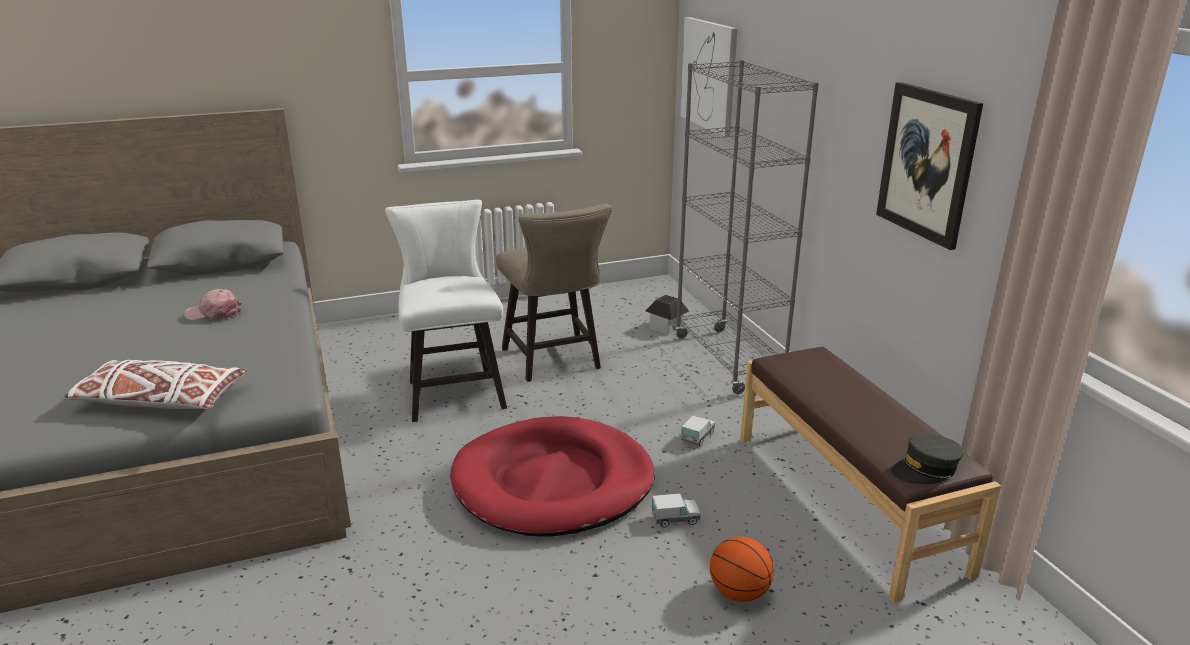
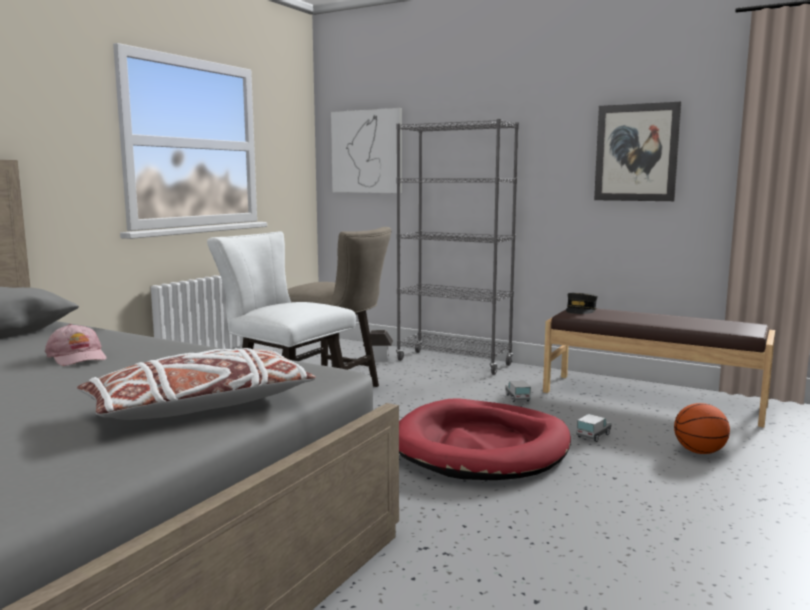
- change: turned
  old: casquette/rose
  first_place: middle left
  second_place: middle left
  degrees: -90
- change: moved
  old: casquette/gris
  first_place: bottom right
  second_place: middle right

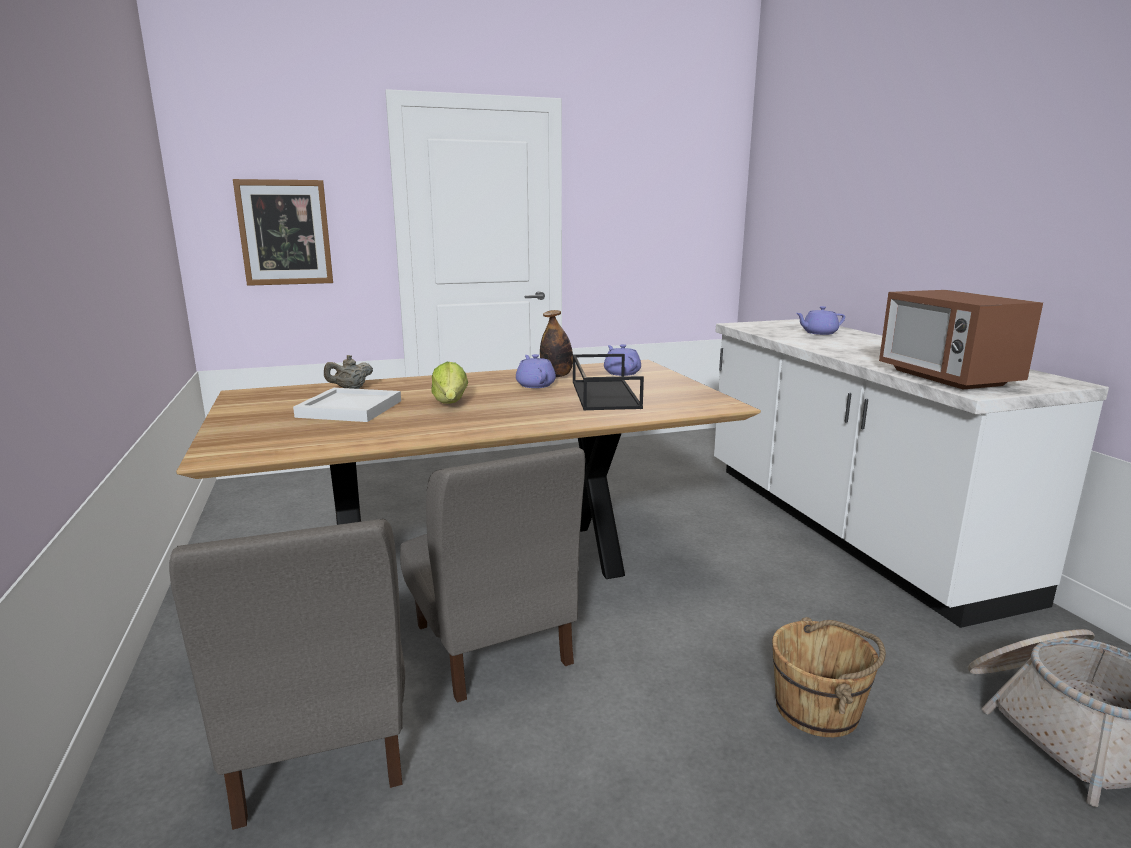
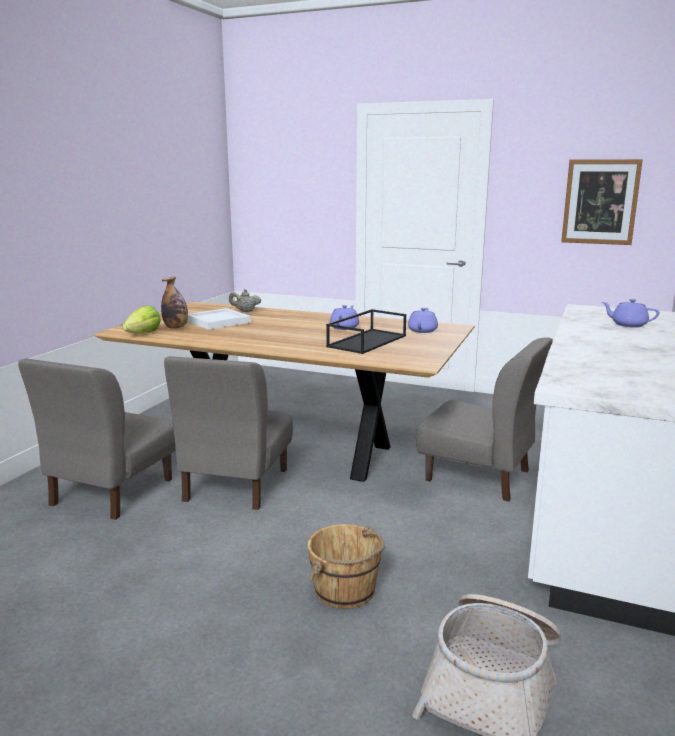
- change: moved
  old: tableau
  first_place: top left
  second_place: top right
- change: moved
  old: laitue
  first_place: centre
  second_place: middle left
- change: moved
  old: bouteille
  first_place: centre
  second_place: middle left
- change: removed
  old: micro-ondes
  first_place: middle right
- change: added
  new: chaise/gris (3rd from left)
  second_place: middle right

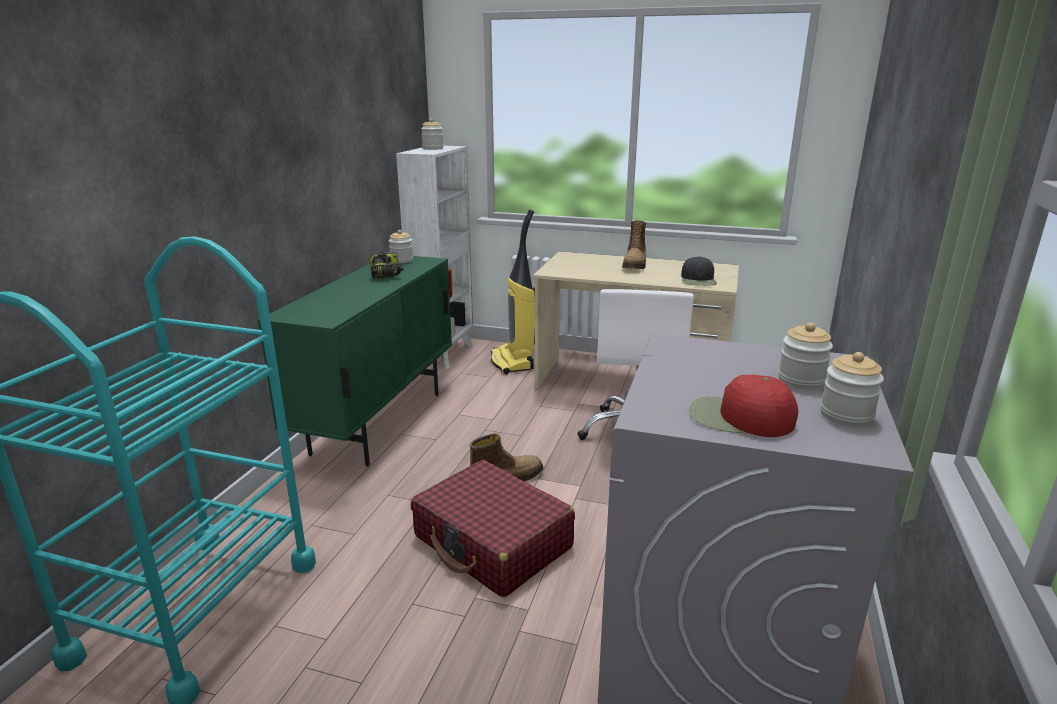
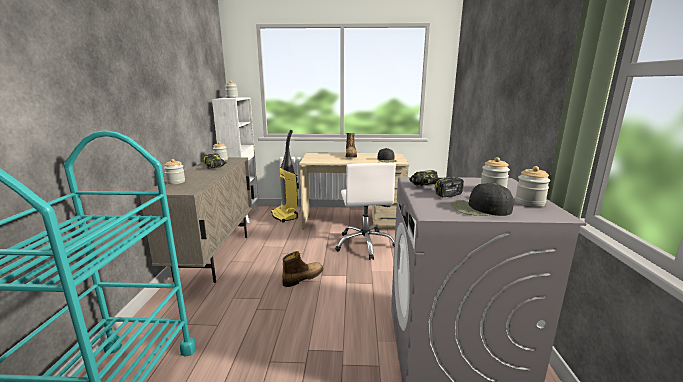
- change: recoloured
  old: meuble de rangement/vert
  new: meuble de rangement/beige
  first_place: centre
  second_place: middle left
- change: removed
  old: valise/rouge
  first_place: bottom centre
- change: recoloured
  old: casquette/rouge
  new: casquette/noir (2nd from left)
  first_place: middle right
  second_place: middle right
- change: added
  new: bocal (1st from left)
  second_place: middle left
- change: added
  new: perceuse (2nd from left)
  second_place: centre

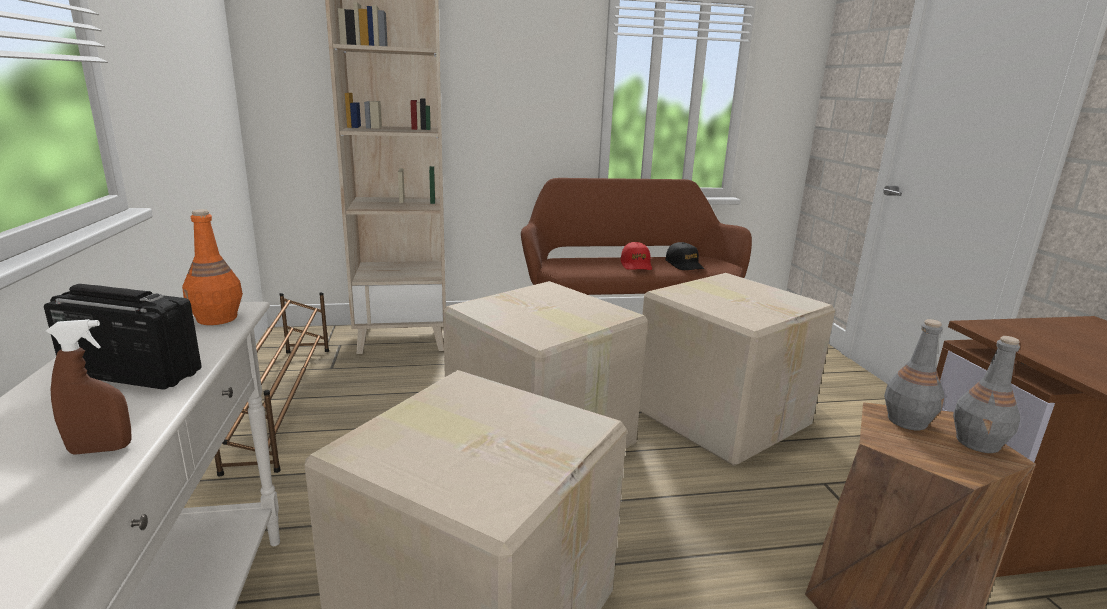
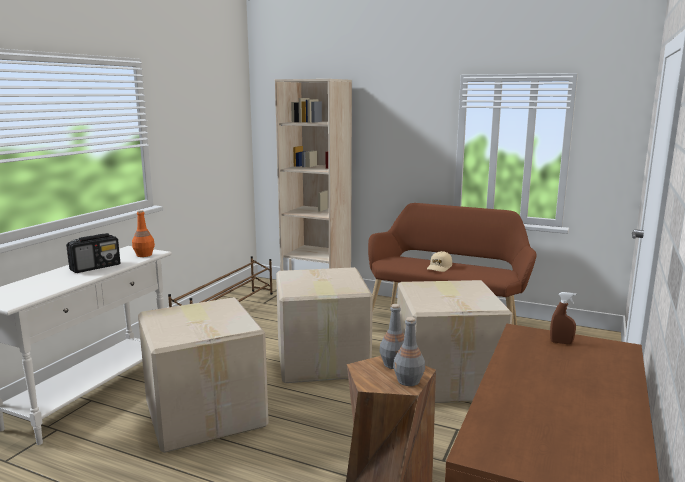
- change: turned
  old: radio
  first_place: middle left
  second_place: middle left
  degrees: 90
- change: moved
  old: vaporisateur/marron
  first_place: middle left
  second_place: middle right
- change: recoloured
  old: casquette/rouge
  new: casquette/beige
  first_place: centre
  second_place: centre
- change: removed
  old: casquette/noir
  first_place: centre

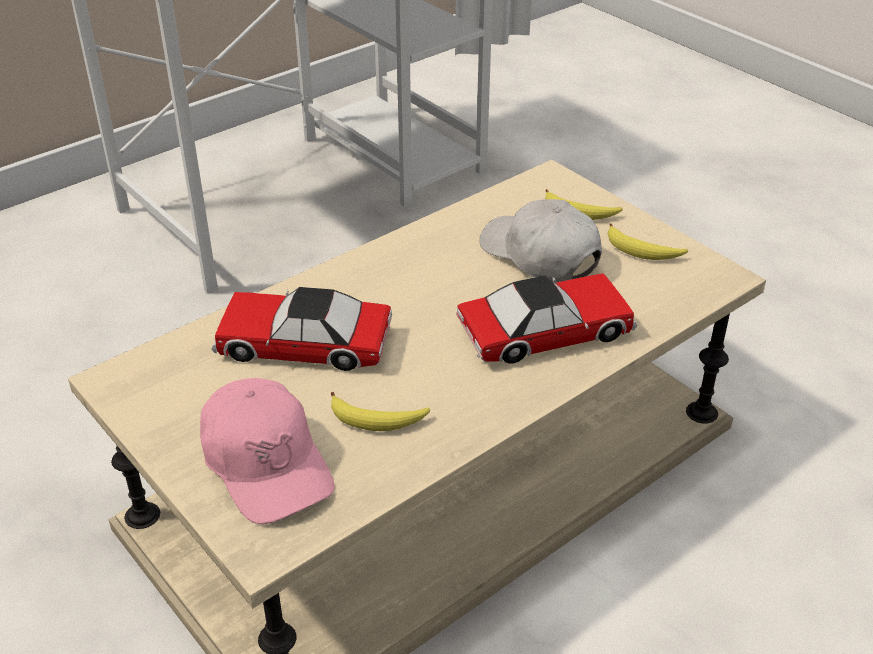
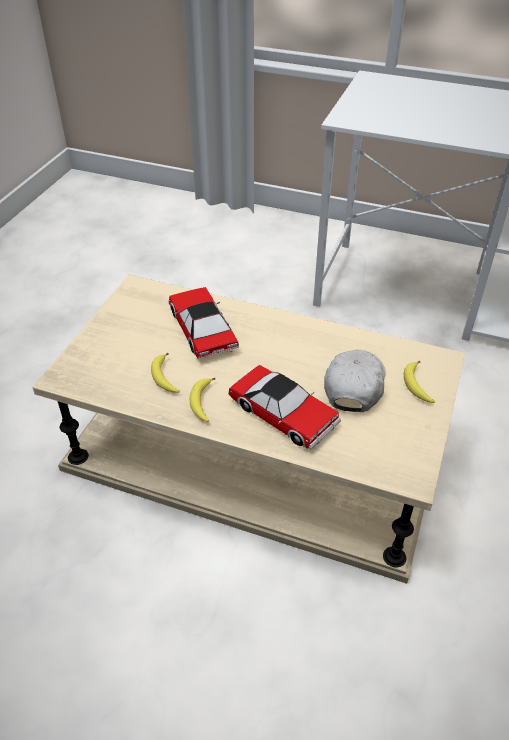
- change: removed
  old: casquette/rose
  first_place: bottom left
- change: moved
  old: banane (3rd from left in the first image)
  new: banane (2nd from left)
  first_place: middle right
  second_place: centre

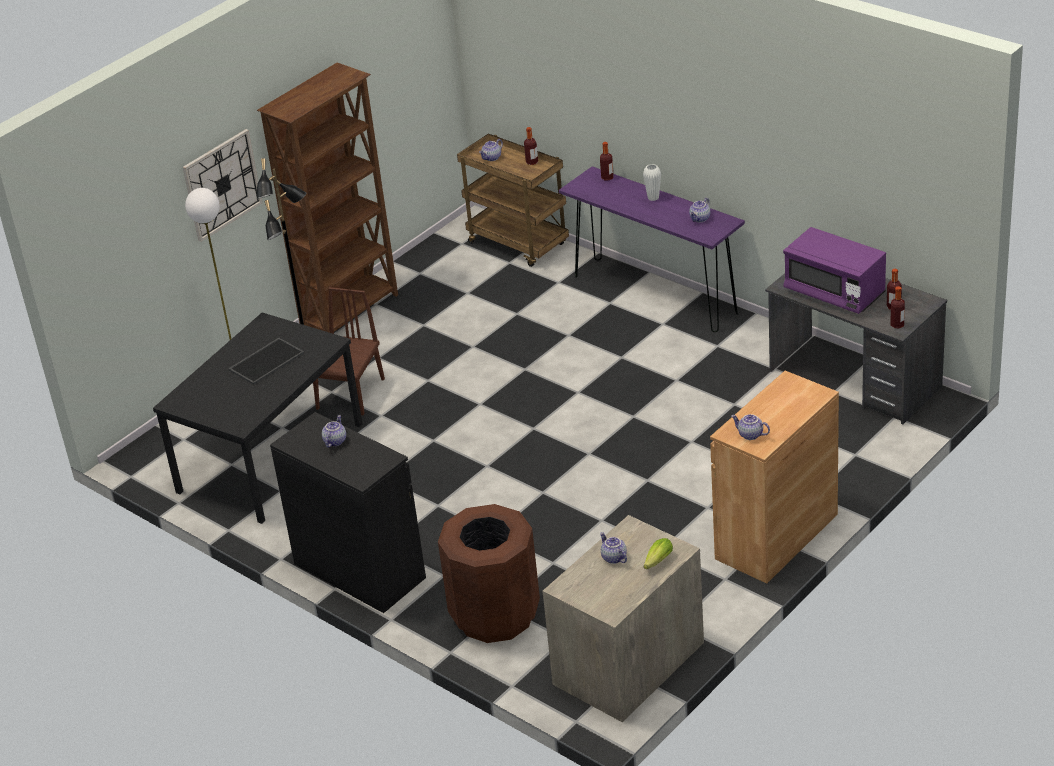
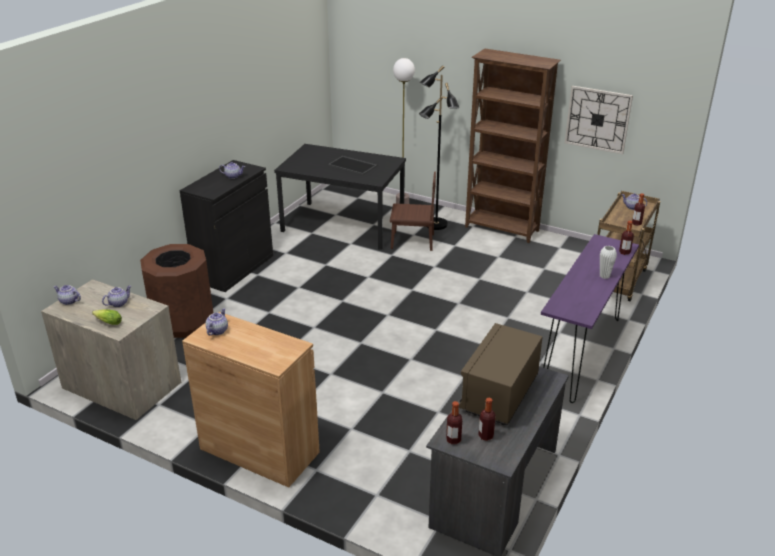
- change: moved
  old: horloge murale
  first_place: top left
  second_place: top right
- change: moved
  old: théière (4th from left in the first image)
  new: théière (1st from left)
  first_place: top centre
  second_place: middle left
- change: recoloured
  old: micro-ondes/violet
  new: micro-ondes/marron
  first_place: middle right
  second_place: bottom centre

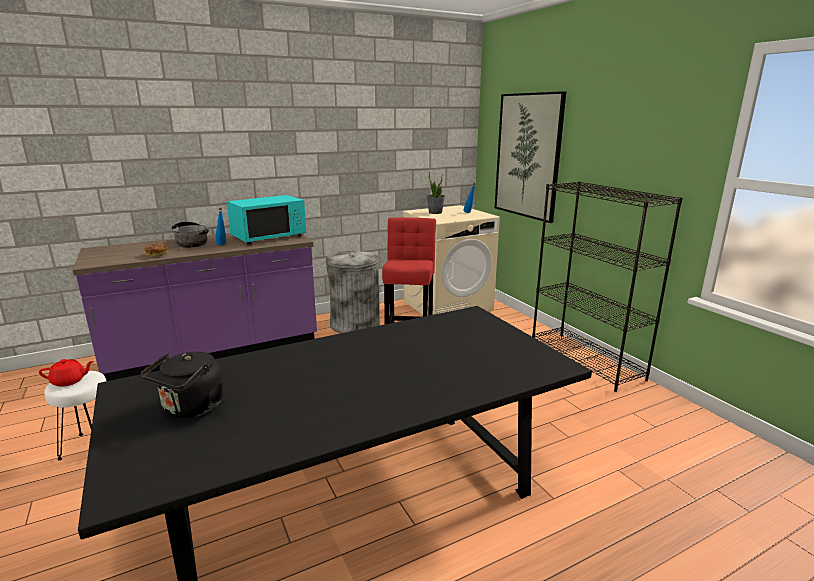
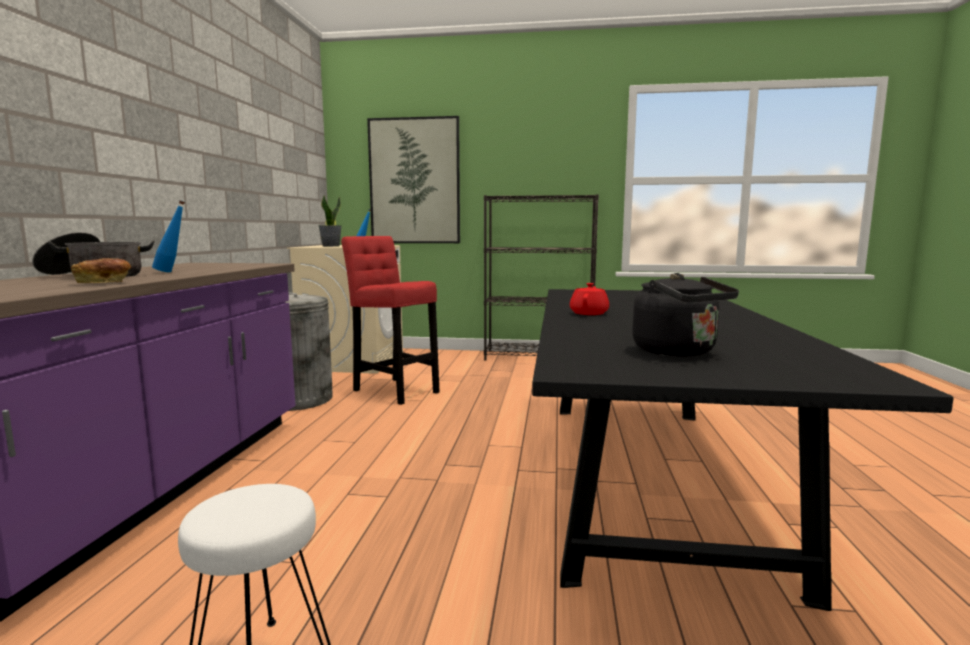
- change: moved
  old: théière/rouge
  first_place: middle left
  second_place: centre
- change: removed
  old: micro-ondes/turquoise
  first_place: middle left

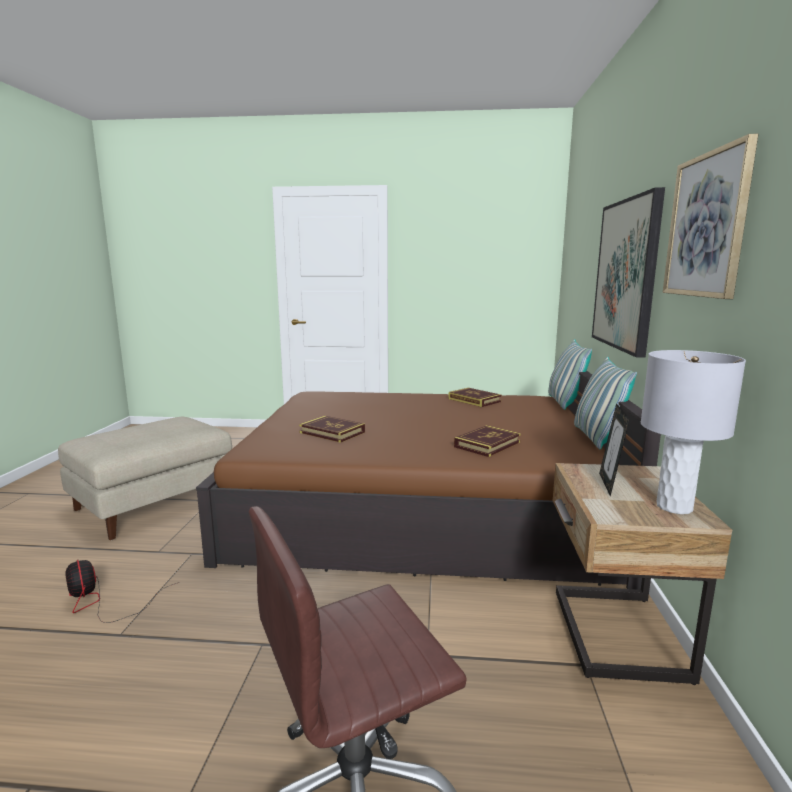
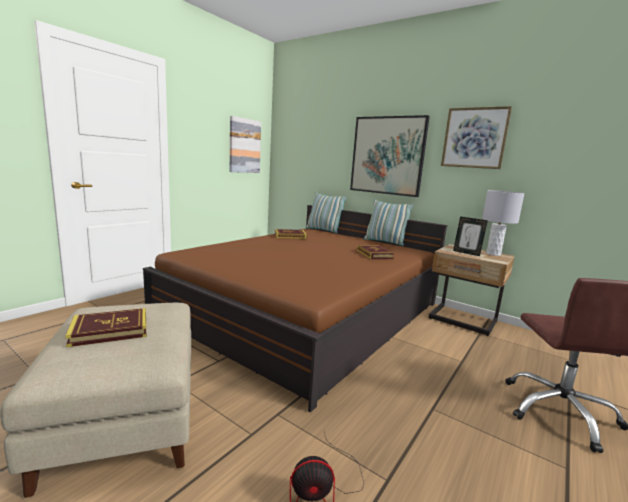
- change: moved
  old: livre (1st from left)
  first_place: centre
  second_place: middle left
- change: added
  new: tableau (1st from left)
  second_place: top centre

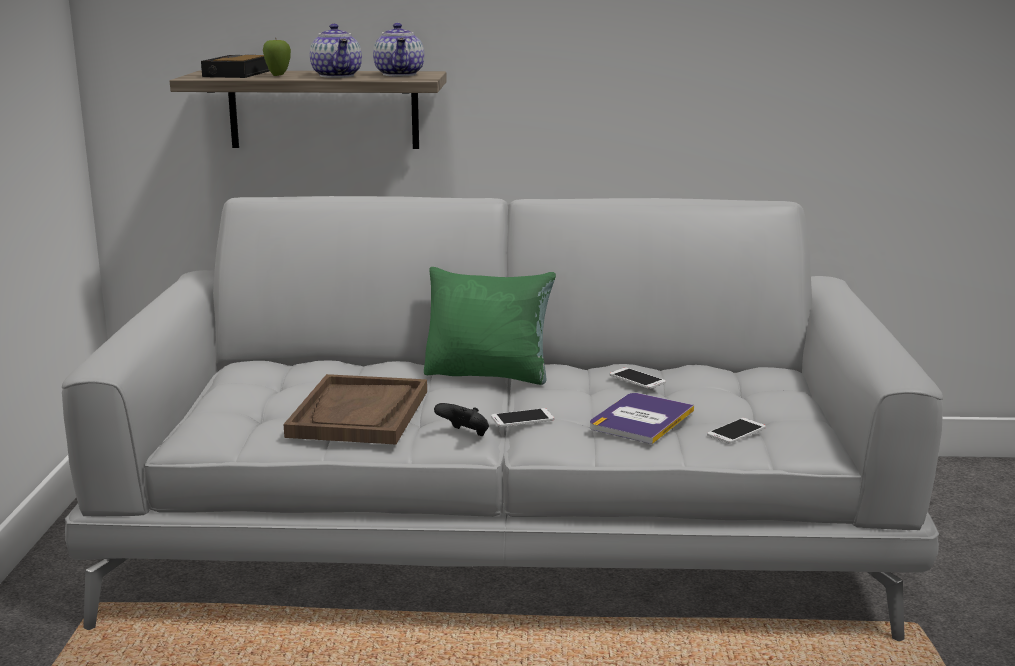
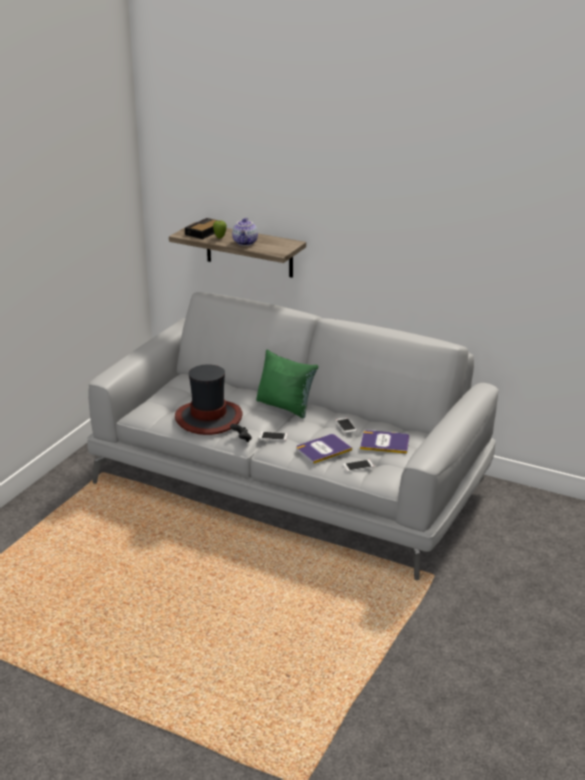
- change: replaced
  old: plateau/marron
  new: chapeau
  first_place: centre
  second_place: centre
- change: removed
  old: théière (2nd from left)
  first_place: top centre
- change: added
  new: livre (2nd from left)
  second_place: centre

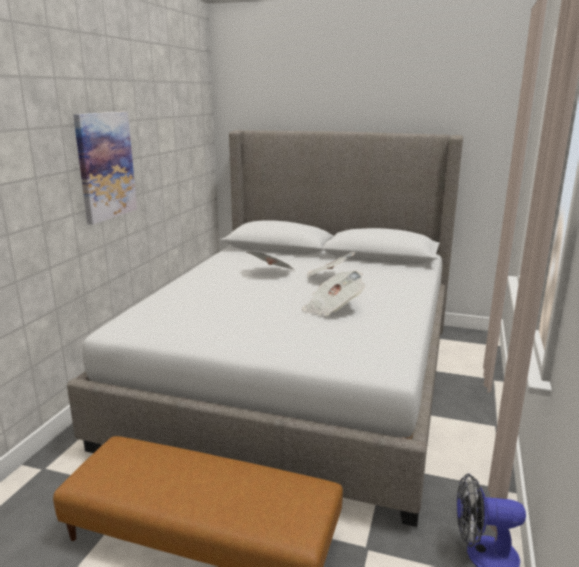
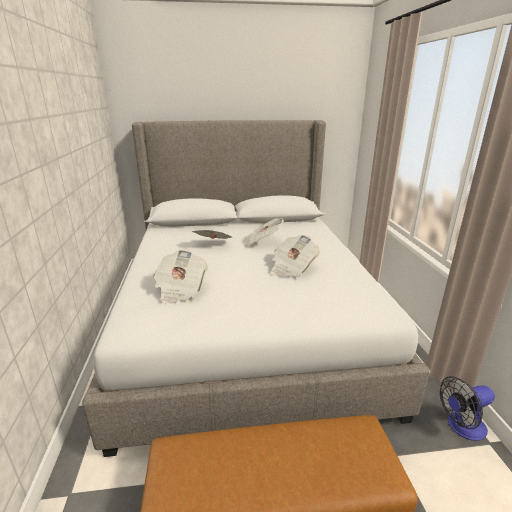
- change: removed
  old: tableau
  first_place: top left
- change: added
  new: journal (1st from left)
  second_place: centre

